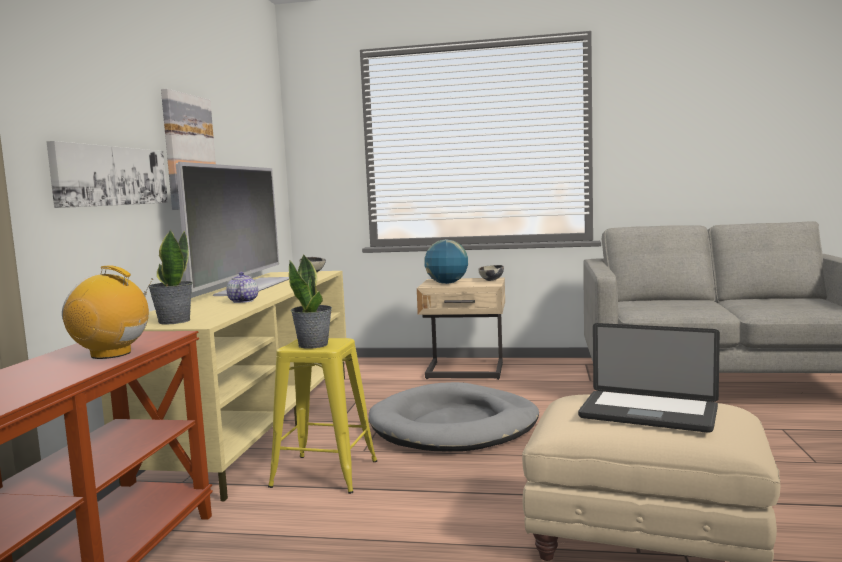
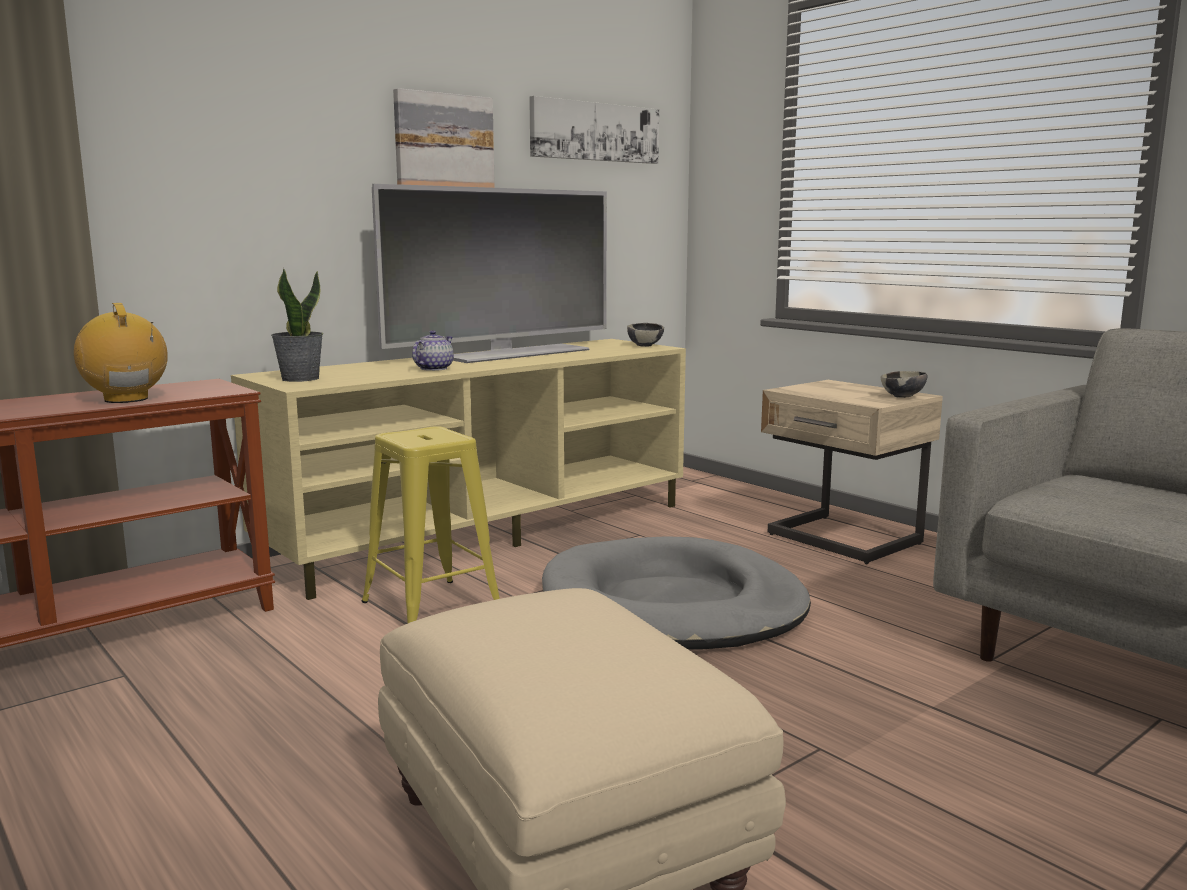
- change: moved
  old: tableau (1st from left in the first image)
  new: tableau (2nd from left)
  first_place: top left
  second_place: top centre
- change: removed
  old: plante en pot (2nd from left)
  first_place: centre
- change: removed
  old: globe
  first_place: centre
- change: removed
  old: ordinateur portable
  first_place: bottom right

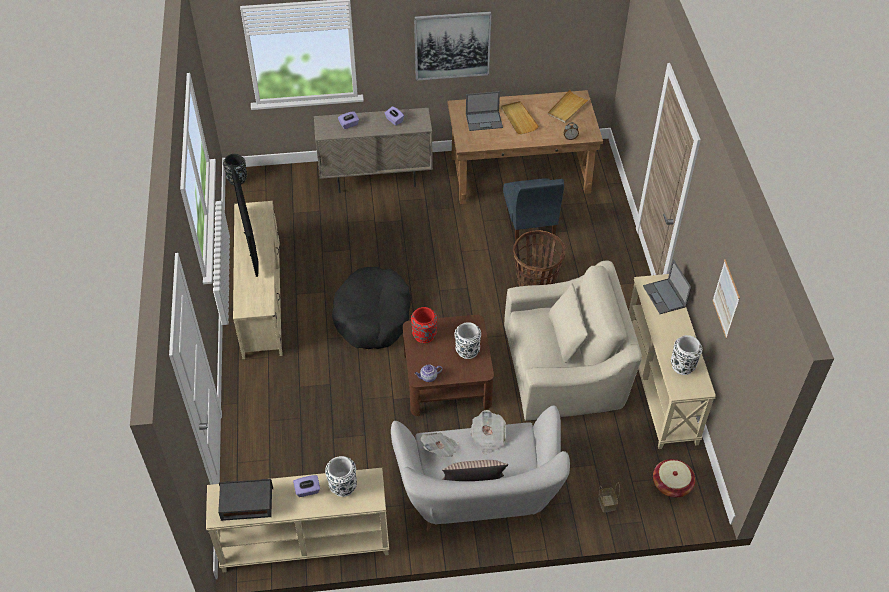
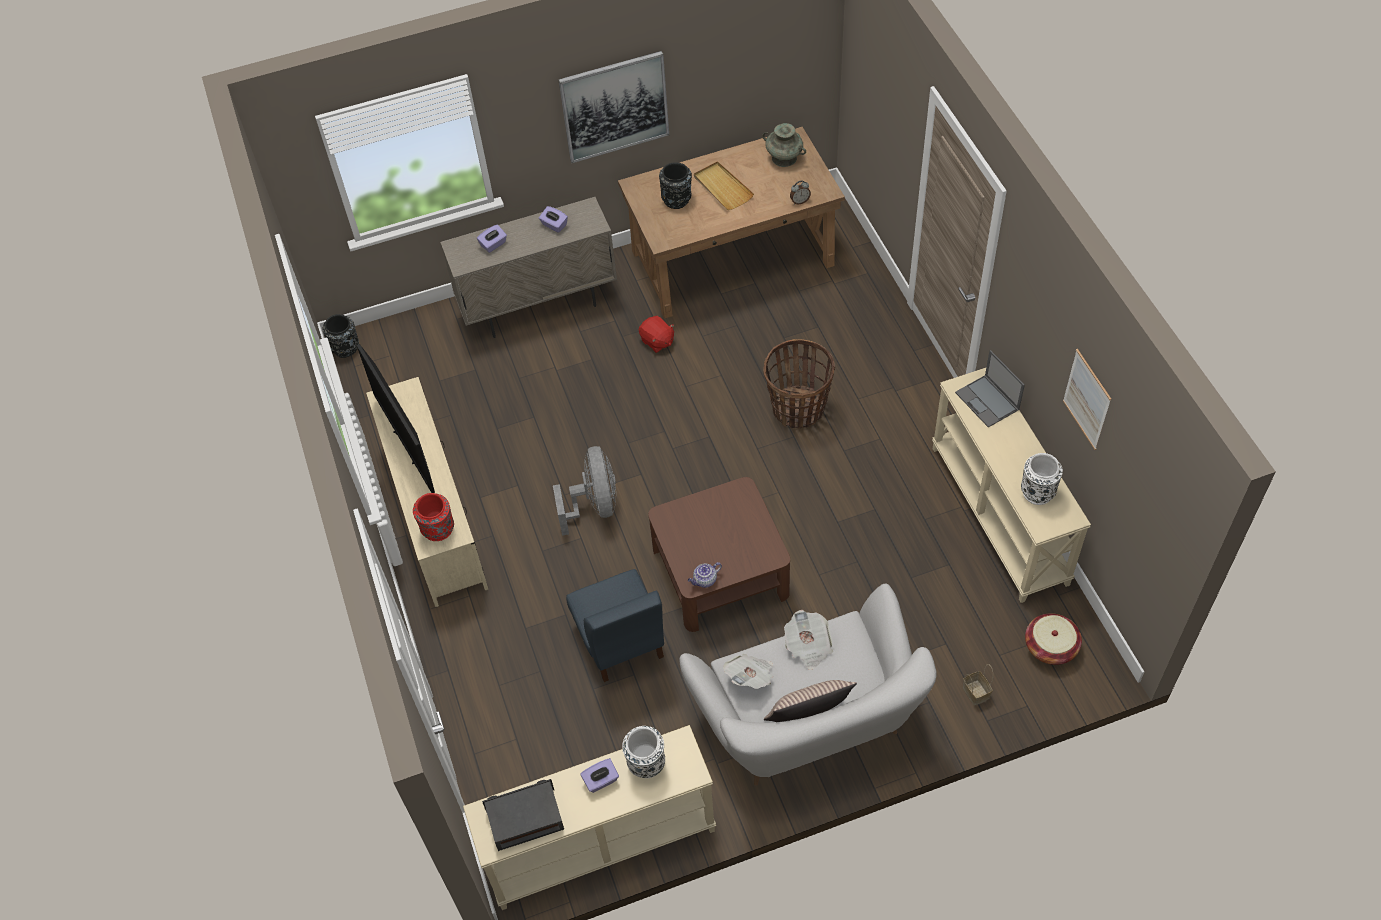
- change: replaced
  old: panier pour chien/noir
  new: ventilateur/gris
  first_place: centre
  second_place: centre
- change: moved
  old: vase/rouge
  first_place: centre
  second_place: middle left
- change: removed
  old: vase/blanc (2nd from left)
  first_place: centre
- change: replaced
  old: ordinateur portable (1st from left)
  new: vase/noir (2nd from left)
  first_place: top centre
  second_place: top centre
- change: moved
  old: chaise/bleu
  first_place: centre
  second_place: bottom centre
- change: removed
  old: fauteuil/beige
  first_place: centre
- change: replaced
  old: plateau/beige (2nd from left)
  new: vase/turquoise
  first_place: top centre
  second_place: top centre
- change: added
  new: peluche/rouge
  second_place: centre

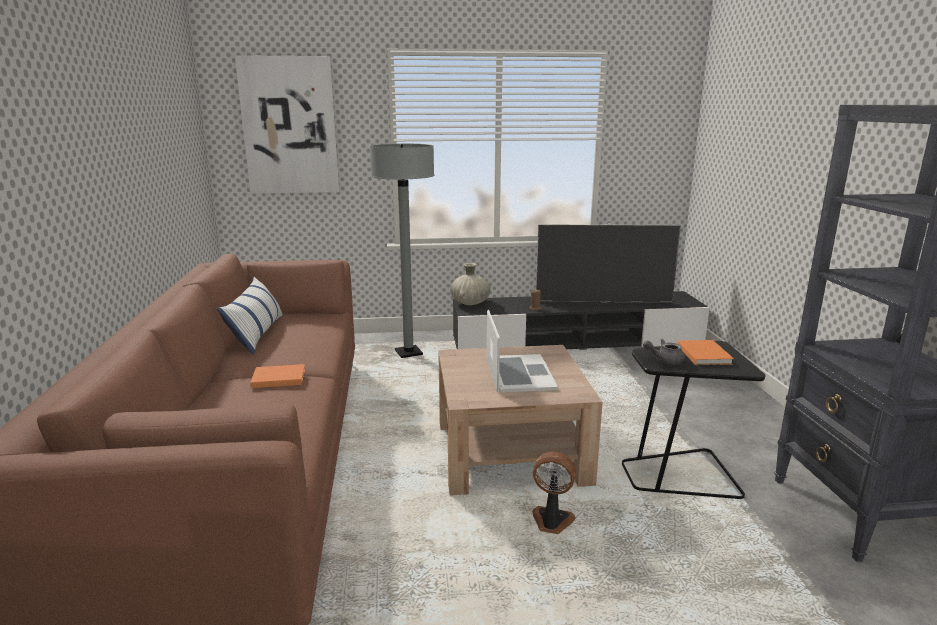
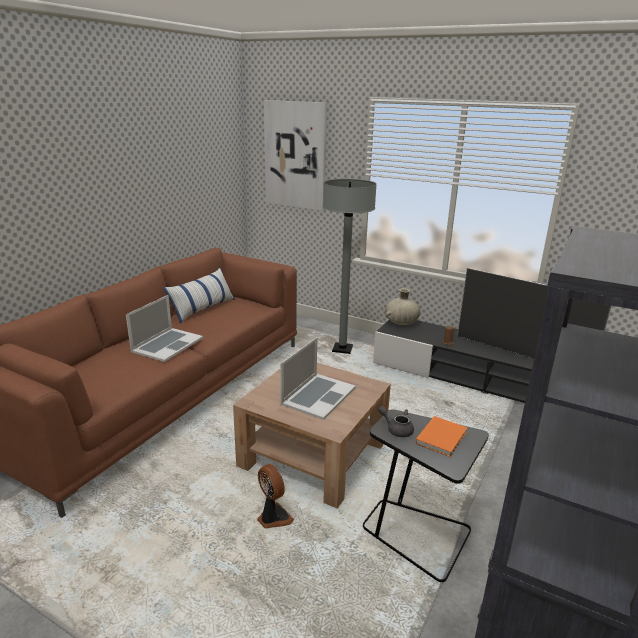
- change: replaced
  old: livre/orange (1st from left)
  new: ordinateur portable (1st from left)
  first_place: middle left
  second_place: middle left

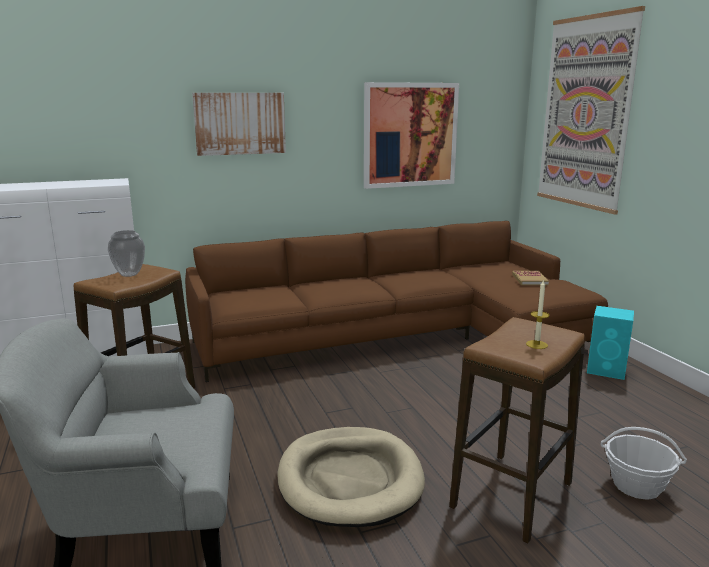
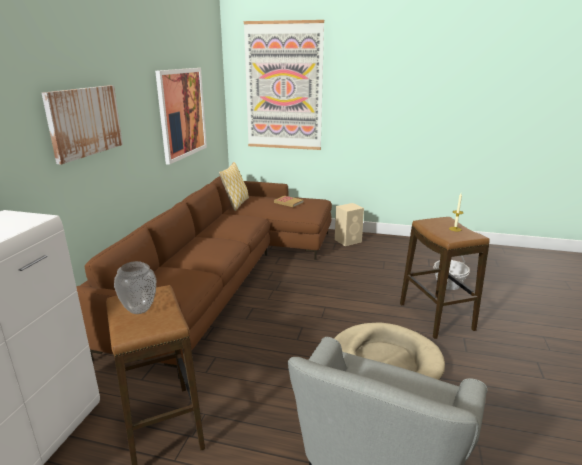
- change: recoloured
  old: enceinte/turquoise
  new: enceinte/beige
  first_place: middle right
  second_place: centre
- change: added
  new: coussin
  second_place: centre

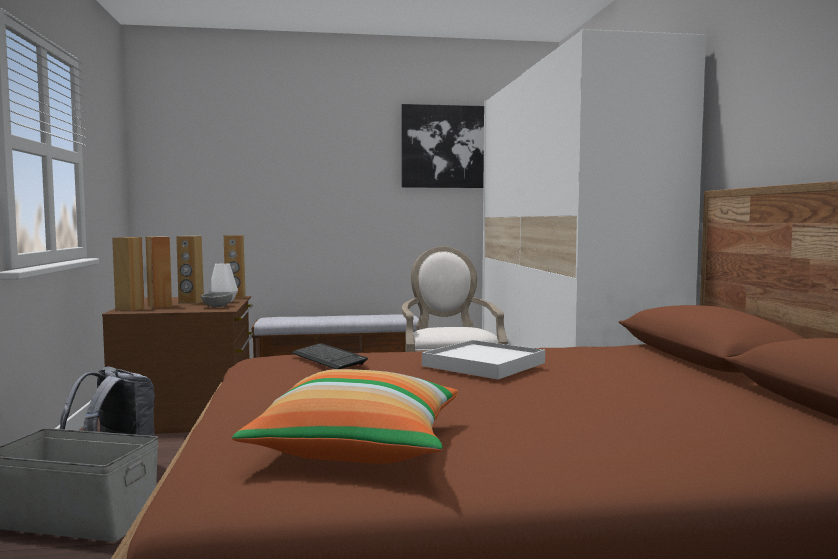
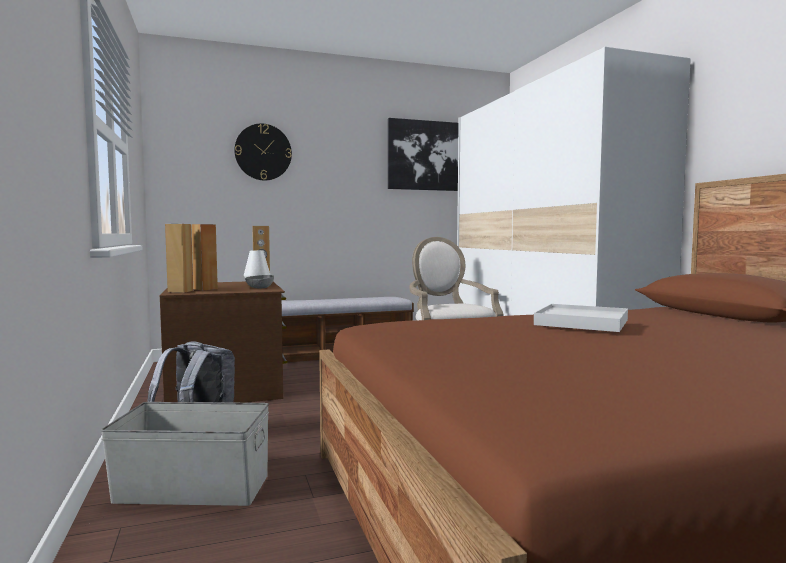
- change: removed
  old: enceinte/marron (3rd from left)
  first_place: middle left
- change: removed
  old: coussin
  first_place: bottom centre
- change: removed
  old: clavier
  first_place: centre
- change: added
  new: horloge murale
  second_place: top centre

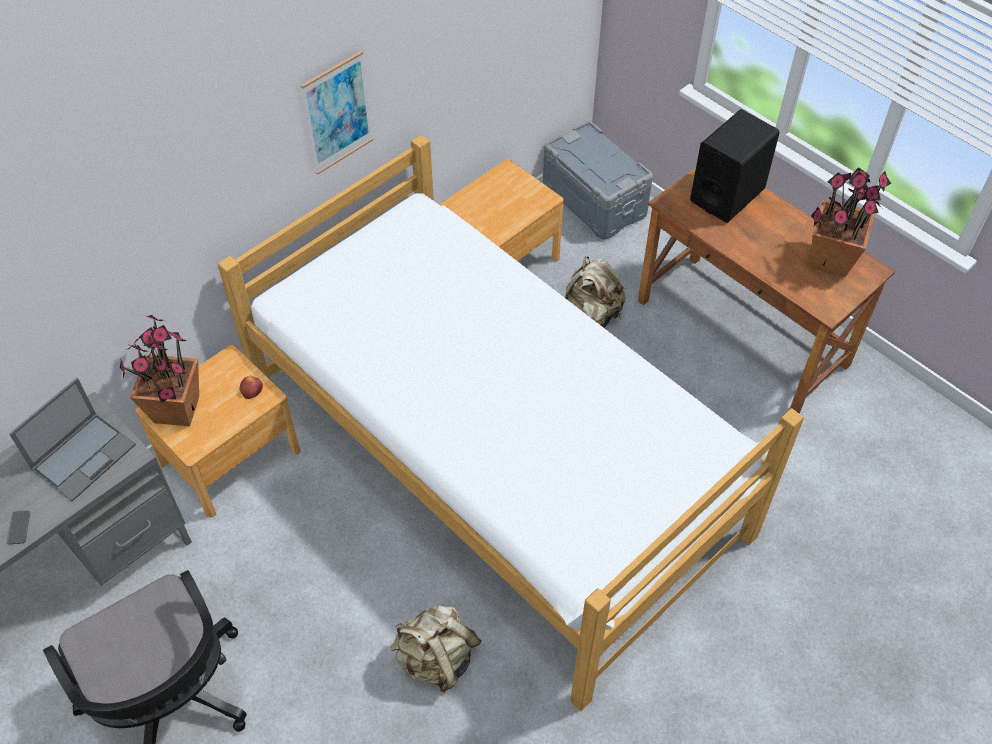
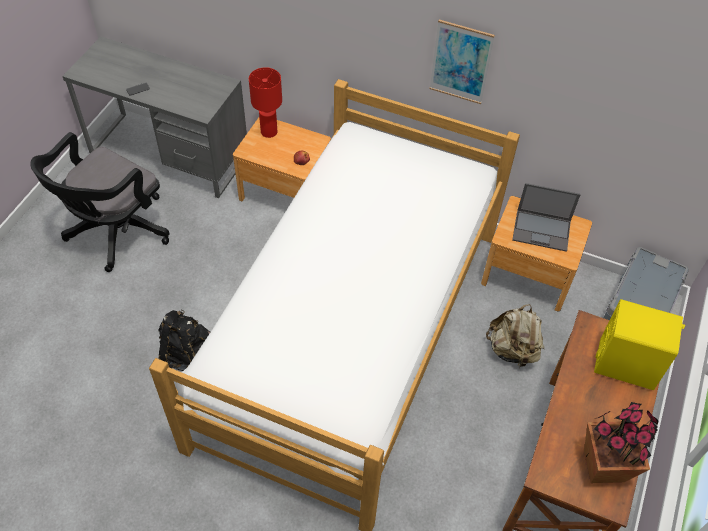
- change: moved
  old: ordinateur portable
  first_place: middle left
  second_place: middle right
- change: replaced
  old: plante en pot (1st from left)
  new: lampe de table/rouge
  first_place: middle left
  second_place: top centre
- change: recoloured
  old: sac à dos/beige (1st from left)
  new: sac à dos/noir
  first_place: bottom centre
  second_place: middle left
- change: recoloured
  old: enceinte/noir
  new: enceinte/jaune
  first_place: top right
  second_place: middle right

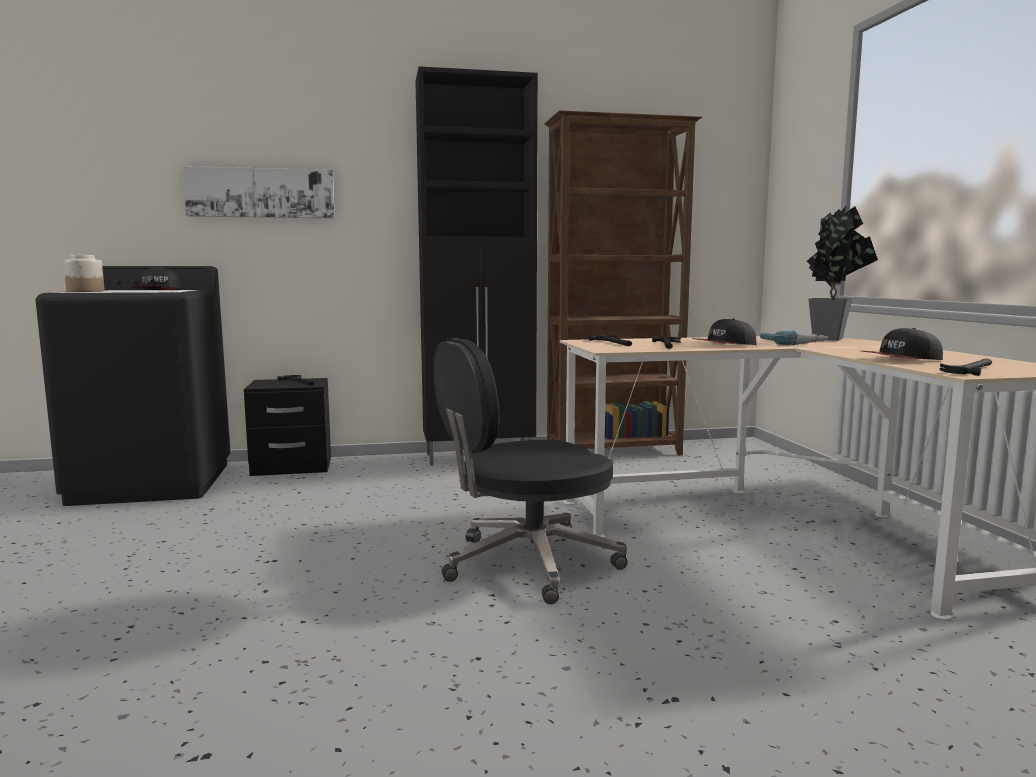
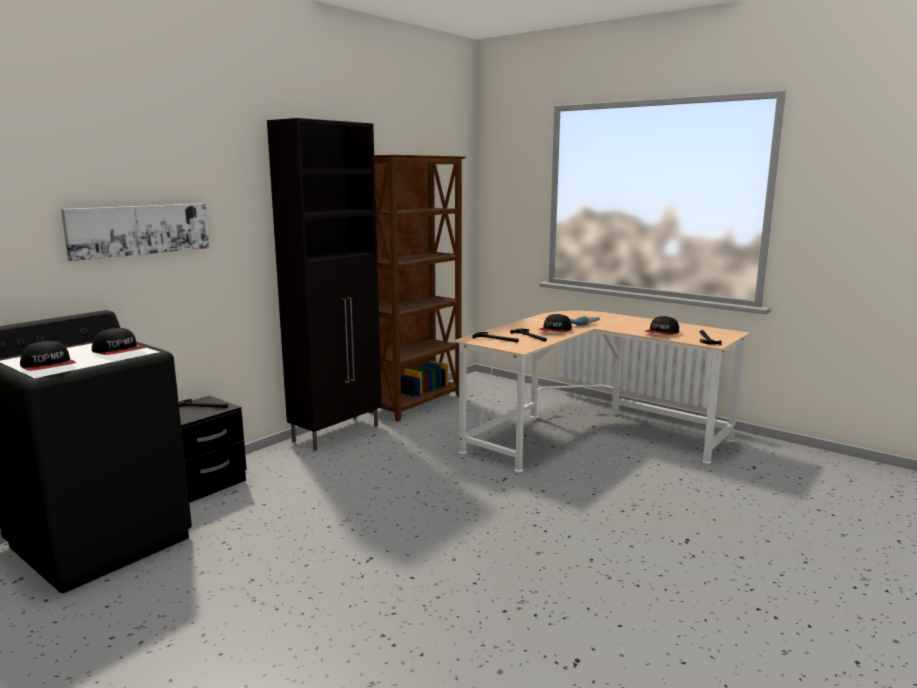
- change: replaced
  old: bocal
  new: casquette (1st from left)
  first_place: middle left
  second_place: middle left
- change: removed
  old: chaise de bureau/noir
  first_place: centre
- change: removed
  old: plante en pot
  first_place: middle right

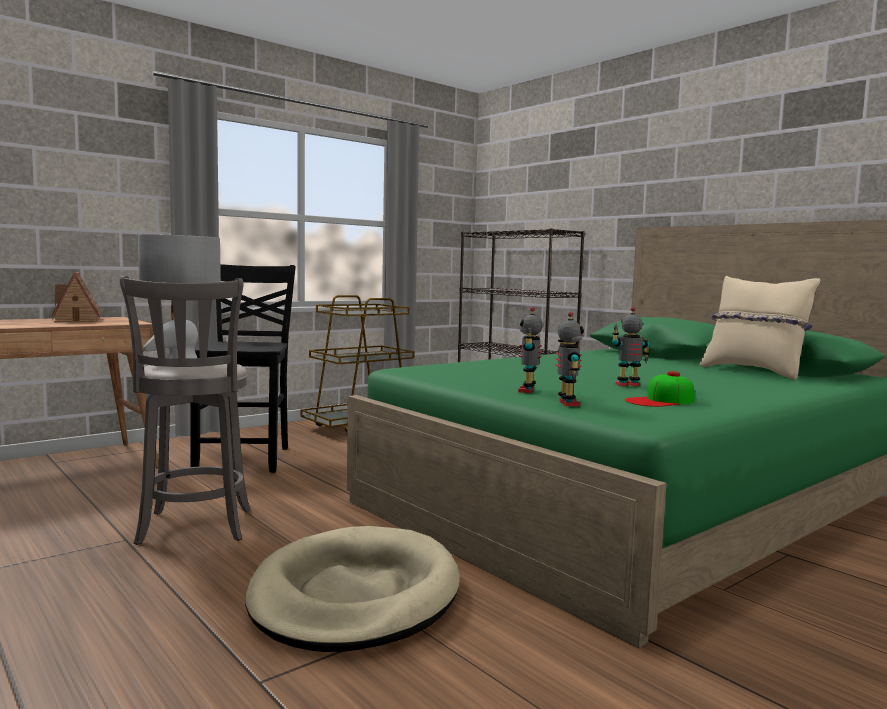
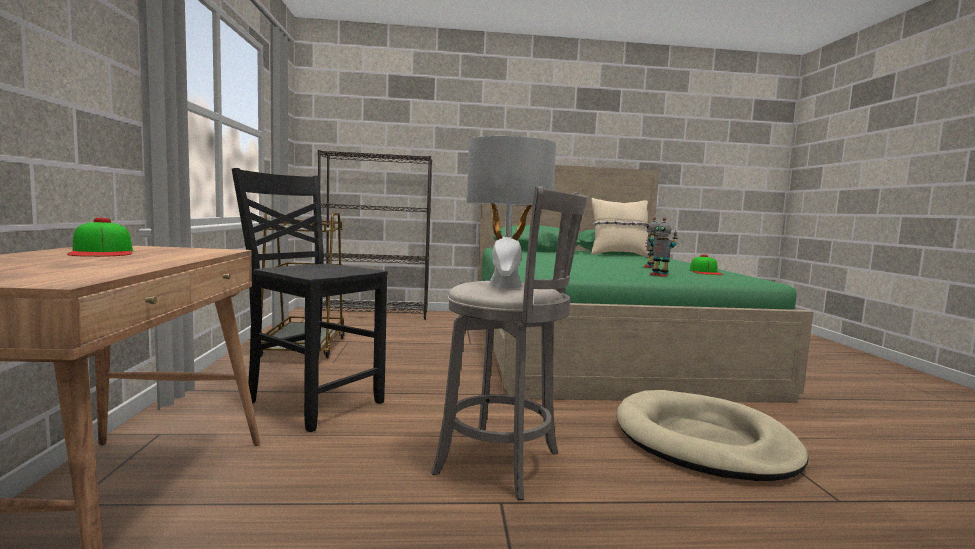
- change: replaced
  old: maison miniature
  new: casquette (1st from left)
  first_place: middle left
  second_place: middle left
- change: removed
  old: robot jouet (2nd from left)
  first_place: centre

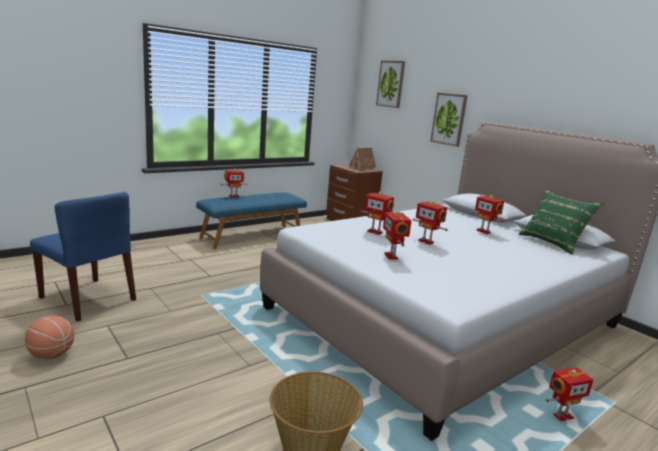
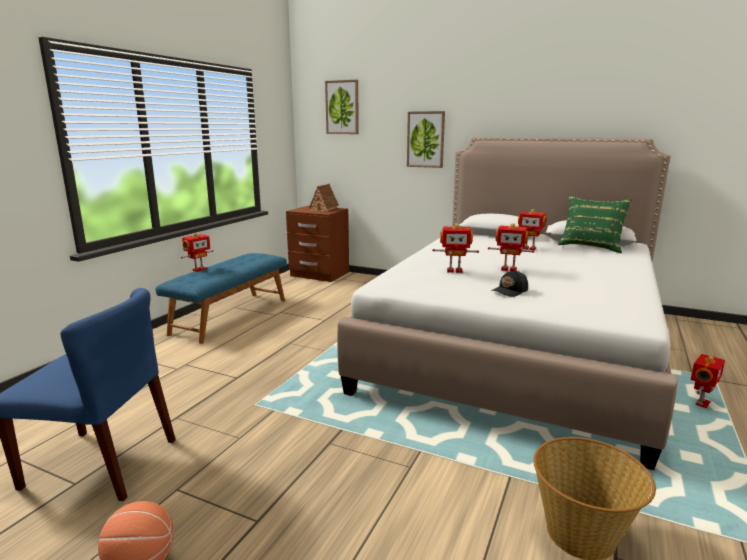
- change: replaced
  old: robot jouet (3rd from left)
  new: casquette/noir
  first_place: centre
  second_place: middle right

